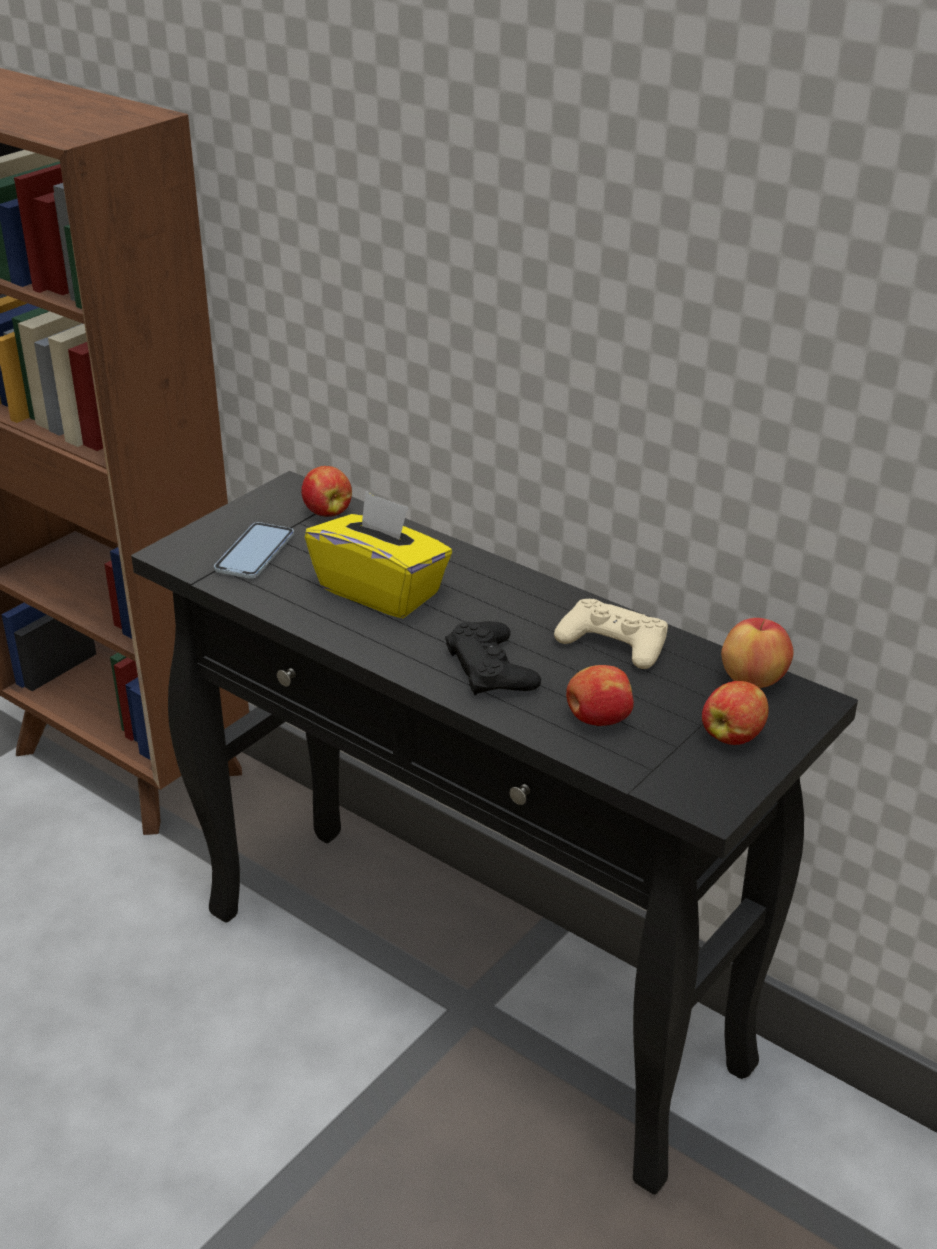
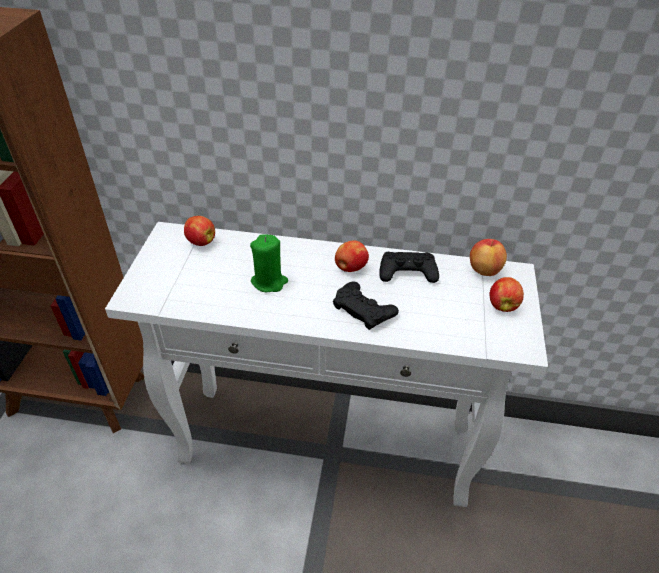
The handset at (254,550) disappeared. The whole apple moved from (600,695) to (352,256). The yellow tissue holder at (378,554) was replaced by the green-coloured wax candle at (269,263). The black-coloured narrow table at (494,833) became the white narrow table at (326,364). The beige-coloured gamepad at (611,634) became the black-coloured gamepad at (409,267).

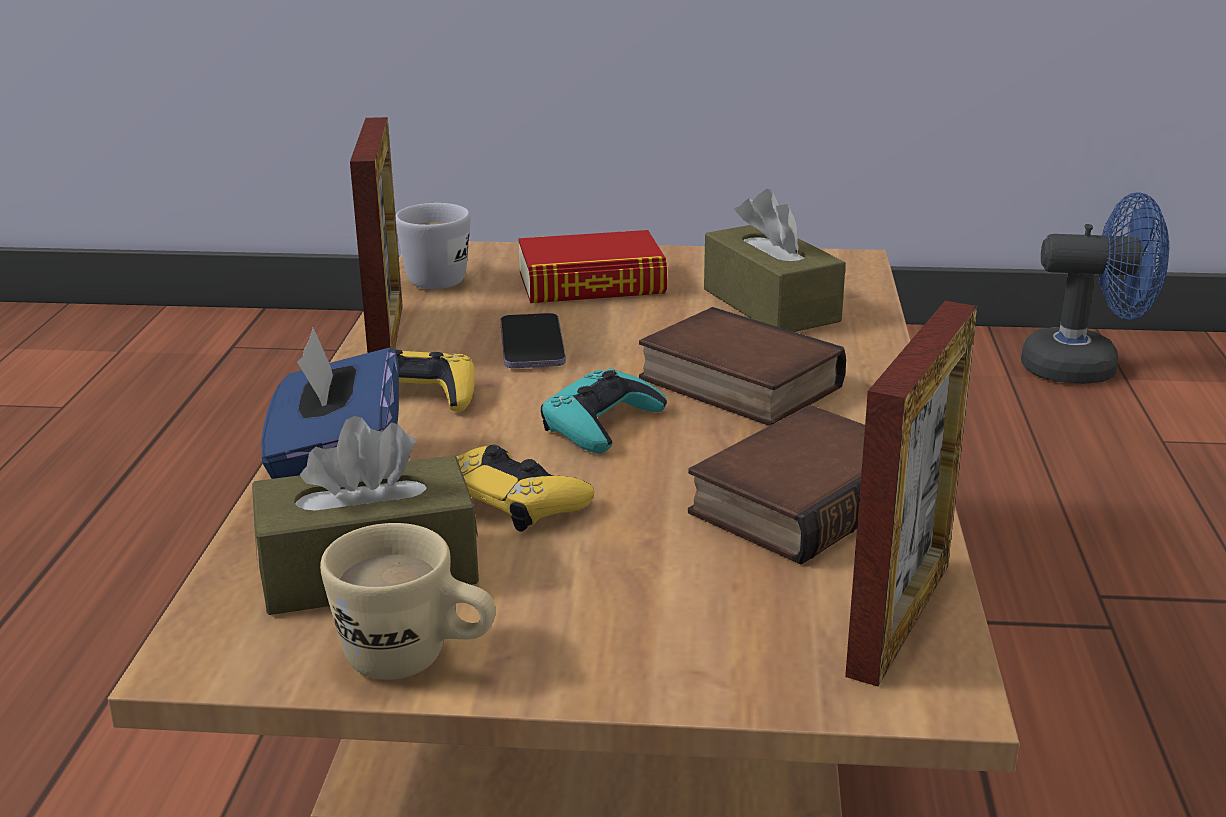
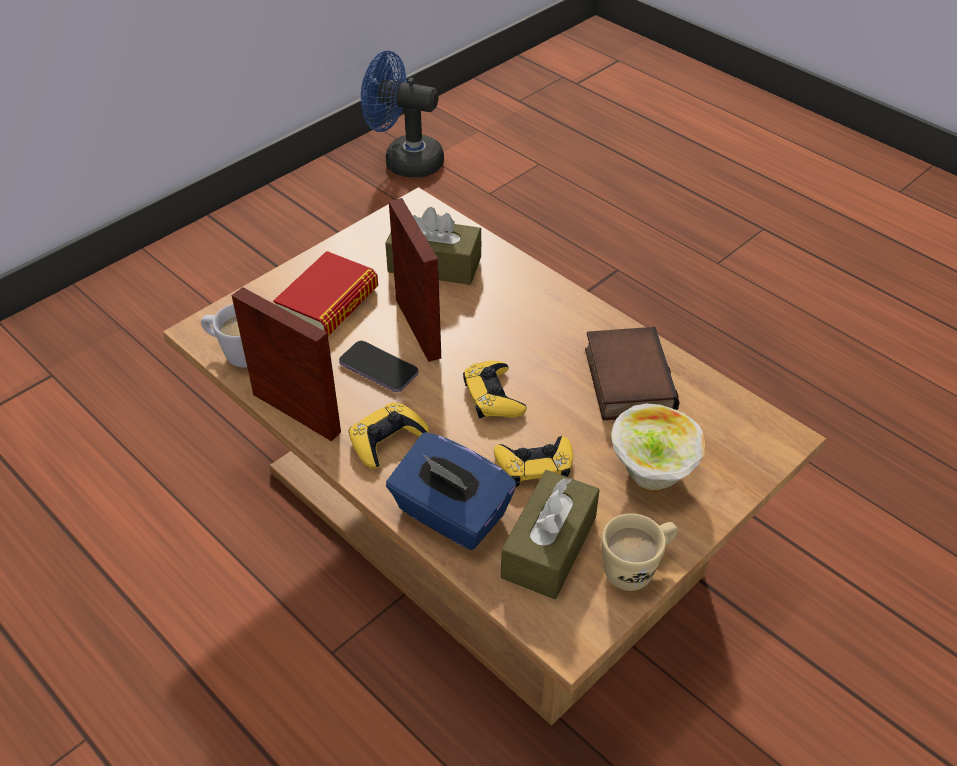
The bound book at (742,366) disappeared. The bowl at (658,448) appeared. The photo frame moved from (911,493) to (415,280). The turquoise gamepad at (604,411) became the yellow gamepad at (495,389). The bluish fan at (1095,288) turned 120 degrees counterclockwise.

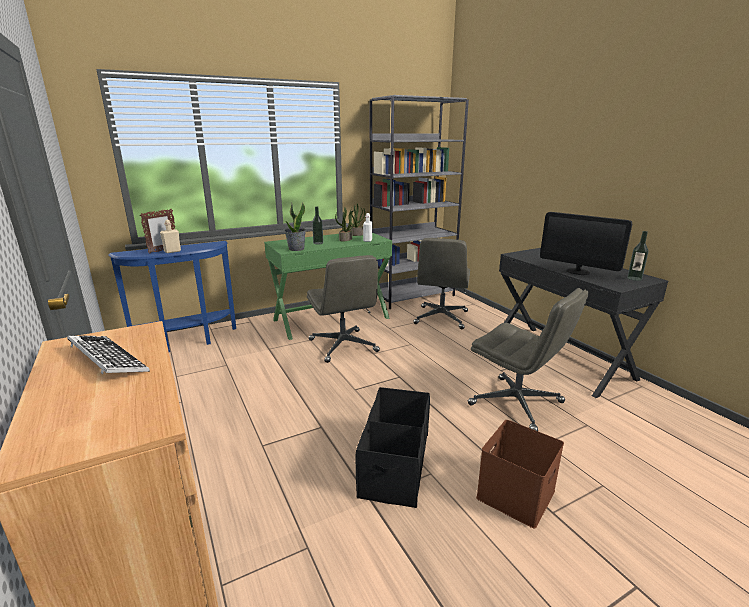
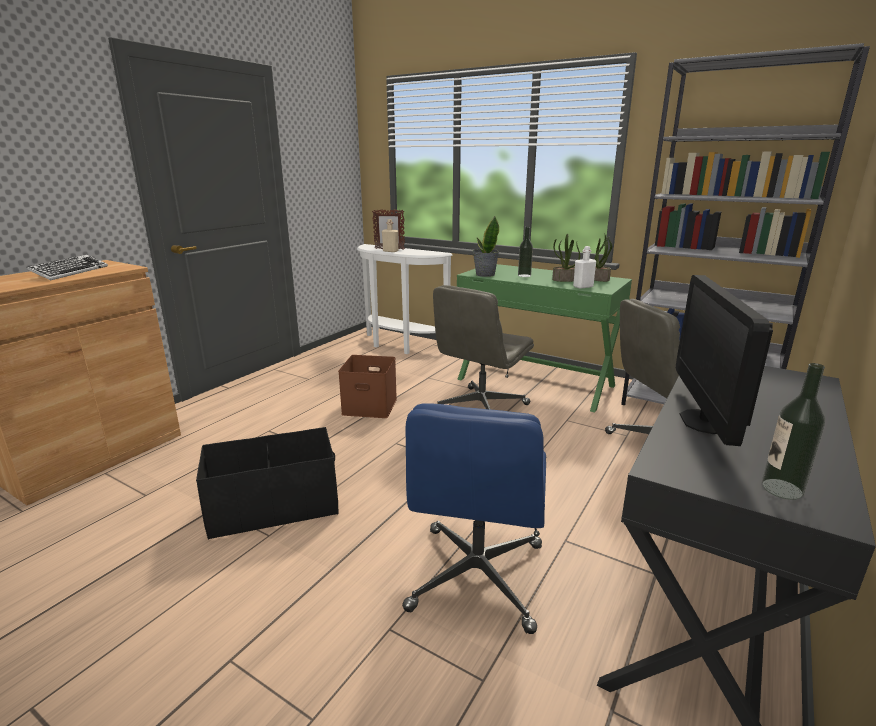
The brown-coloured storage bin moved from (520,474) to (367,386). The bluish narrow table at (172,296) became the white narrow table at (405,299). The greyish office chair at (528,359) became the bluish office chair at (474,518).

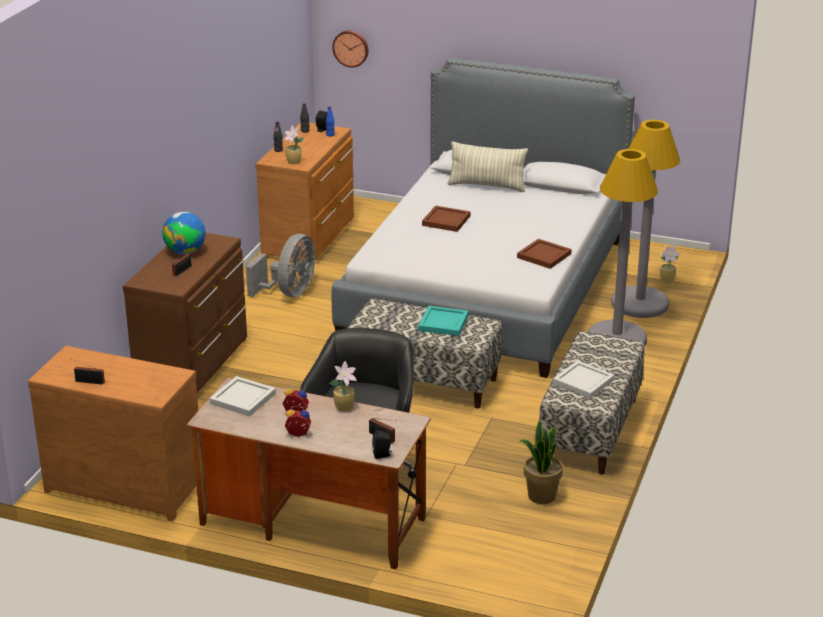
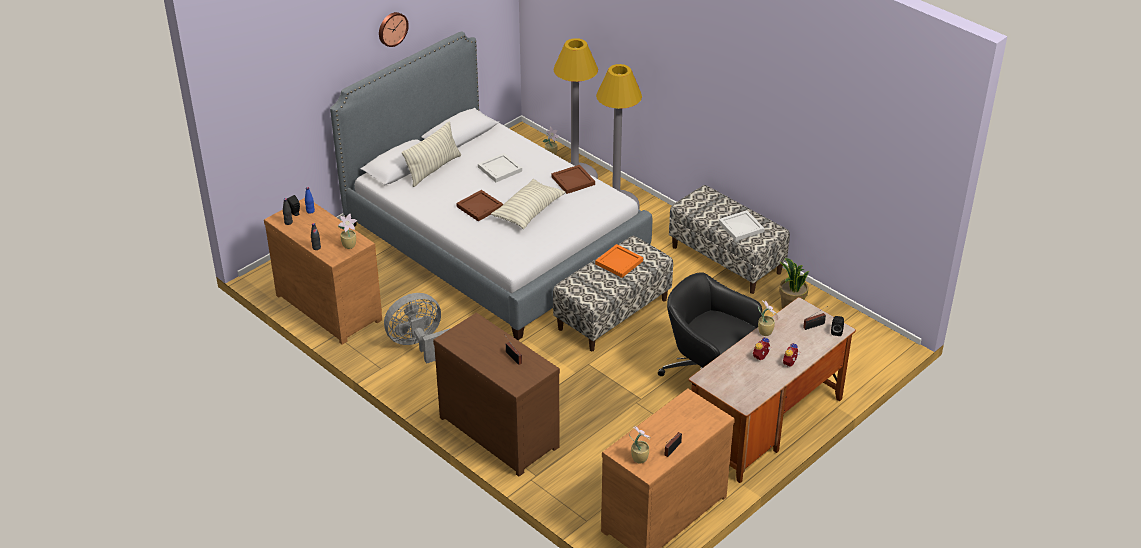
The globe at (184,233) disappeared. The pillow at (528,204) appeared. The plant in a pot at (640,444) appeared. The white tray moved from (242,396) to (500,167). The hanging clock moved from (350,49) to (394,29). The turquoise tray at (443,321) became the orange tray at (619,261). The greyish fan at (280,265) turned 75 degrees counterclockwise.

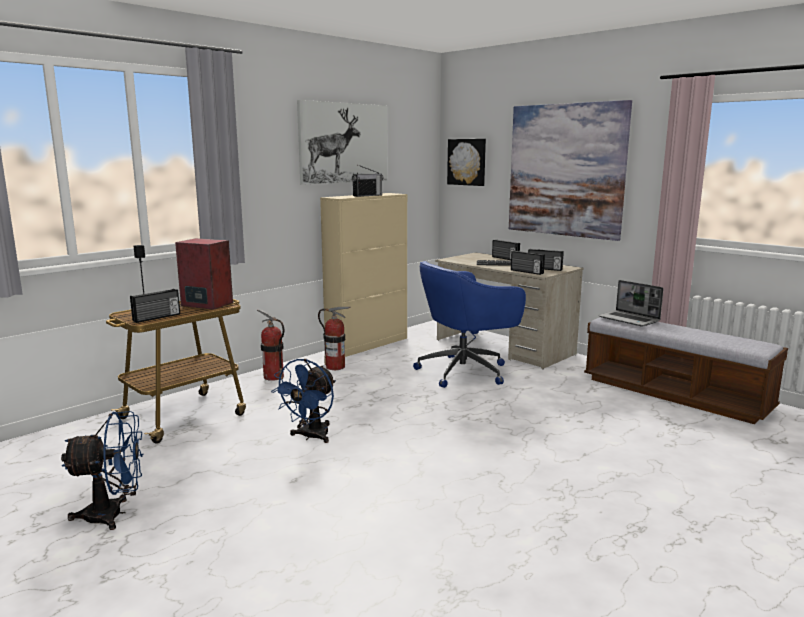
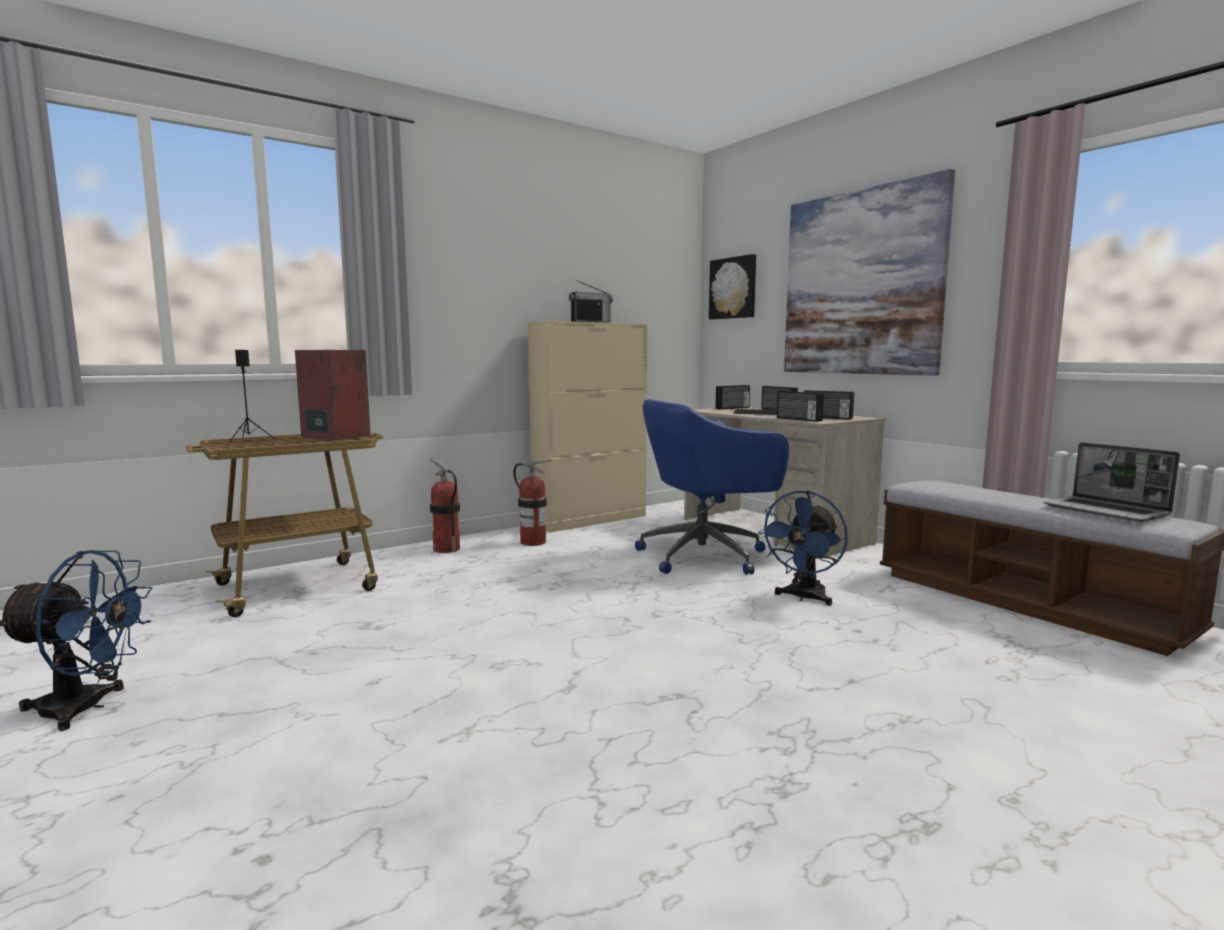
The wall picture at (342,142) disappeared. The radio moved from (155,306) to (733,397). The bluish fan moved from (303,401) to (803,548). The portable computer moved from (631,303) to (1112,482).

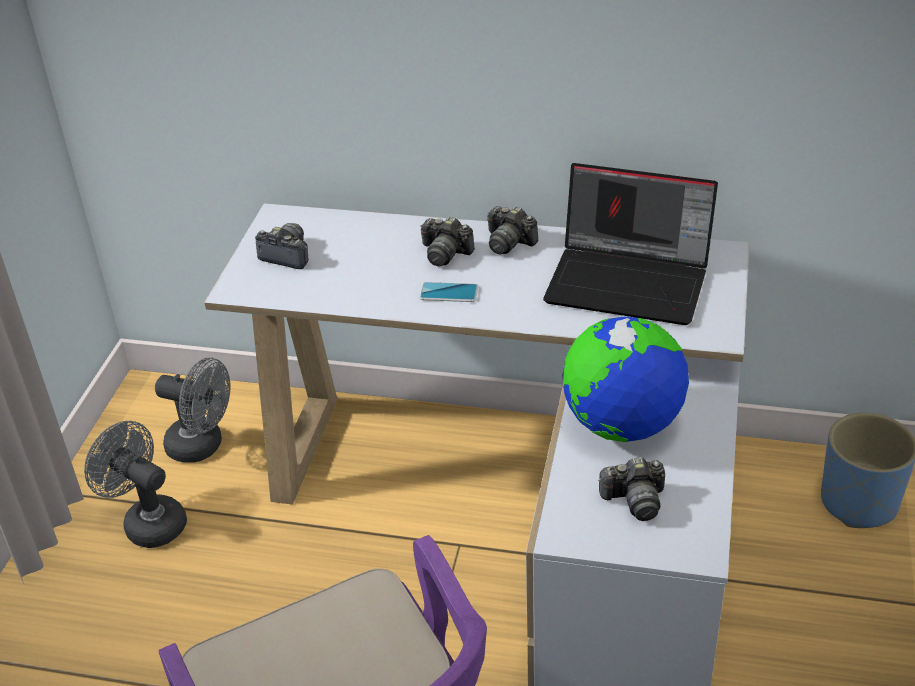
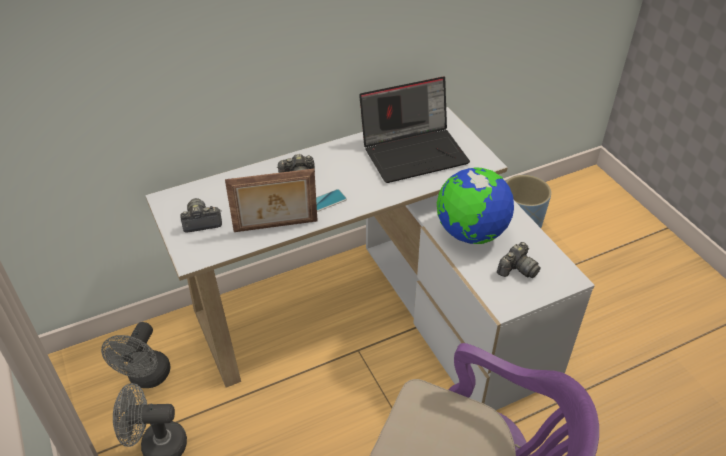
The photo camera at (512,230) disappeared. The photo frame at (271,200) appeared. The greyish fan at (193,410) turned 120 degrees clockwise.

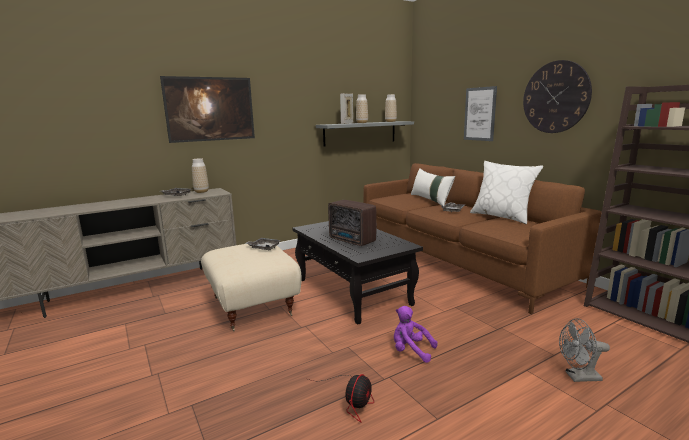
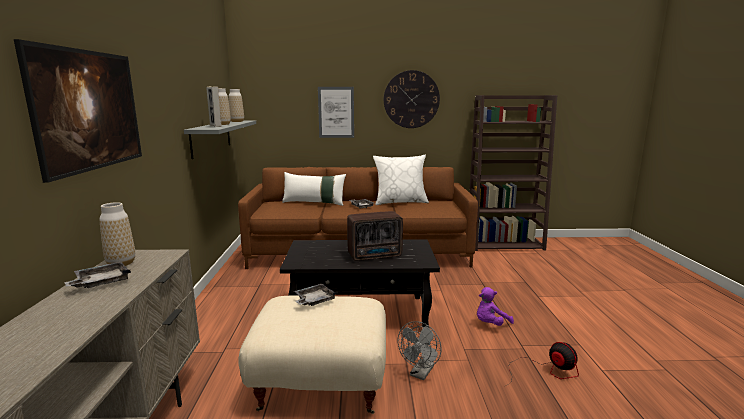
The greyish fan moved from (584,350) to (419,350).

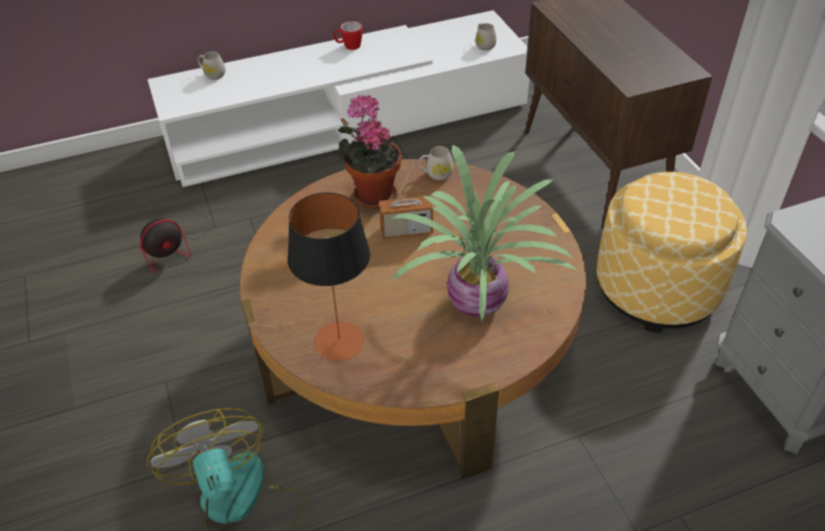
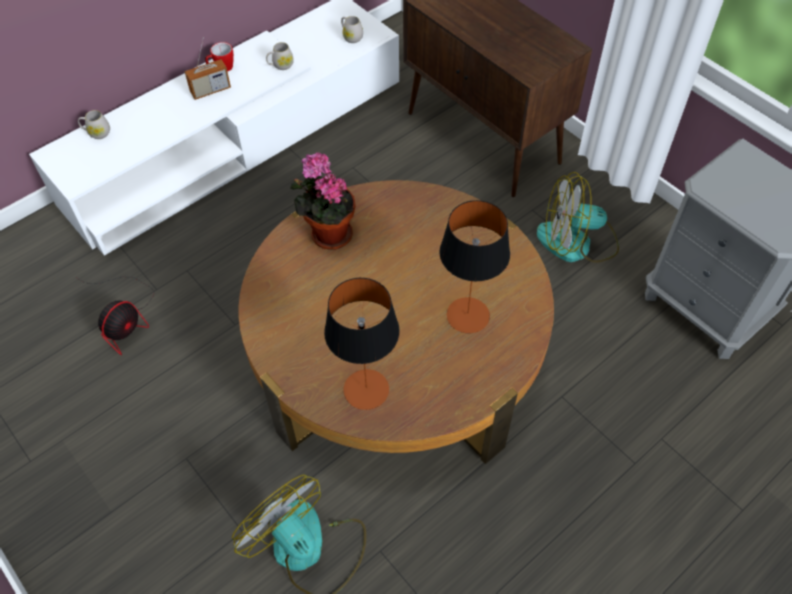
The radio moved from (406,201) to (208,68). The white mug moved from (436,163) to (280,56). The plant in a pot at (484,233) was replaced by the table lamp at (474,267). The ottoman at (672,252) was replaced by the fan at (578,217).

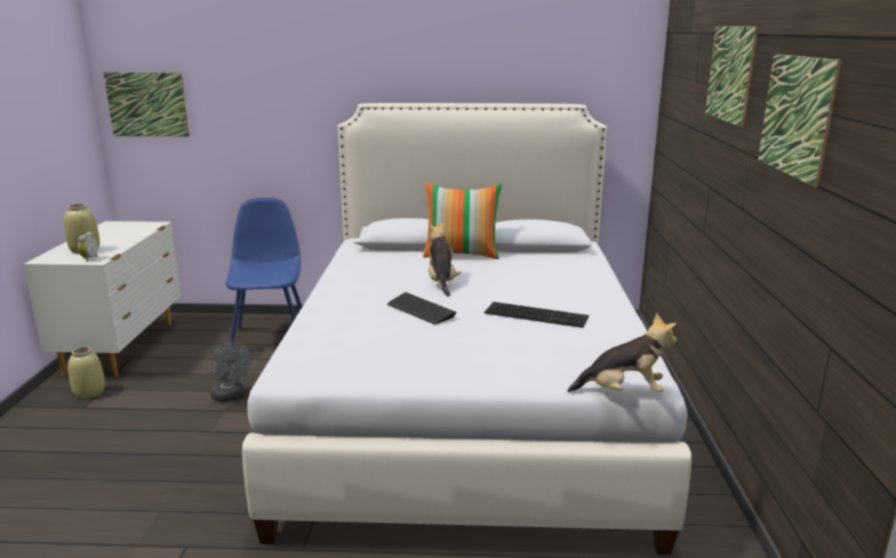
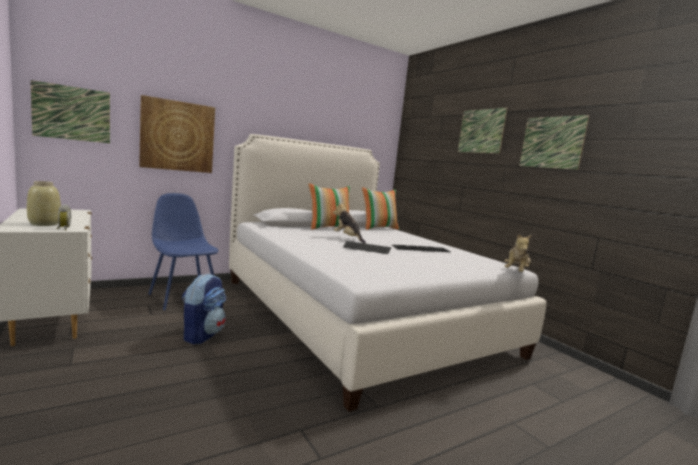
The beige-coloured decorative vase at (86,372) disappeared. The wall picture at (177,134) appeared. The pillow at (380,208) appeared. The greyish fan at (231,372) was replaced by the knapsack at (204,309). The soft toy at (622,352) turned 150 degrees clockwise.

